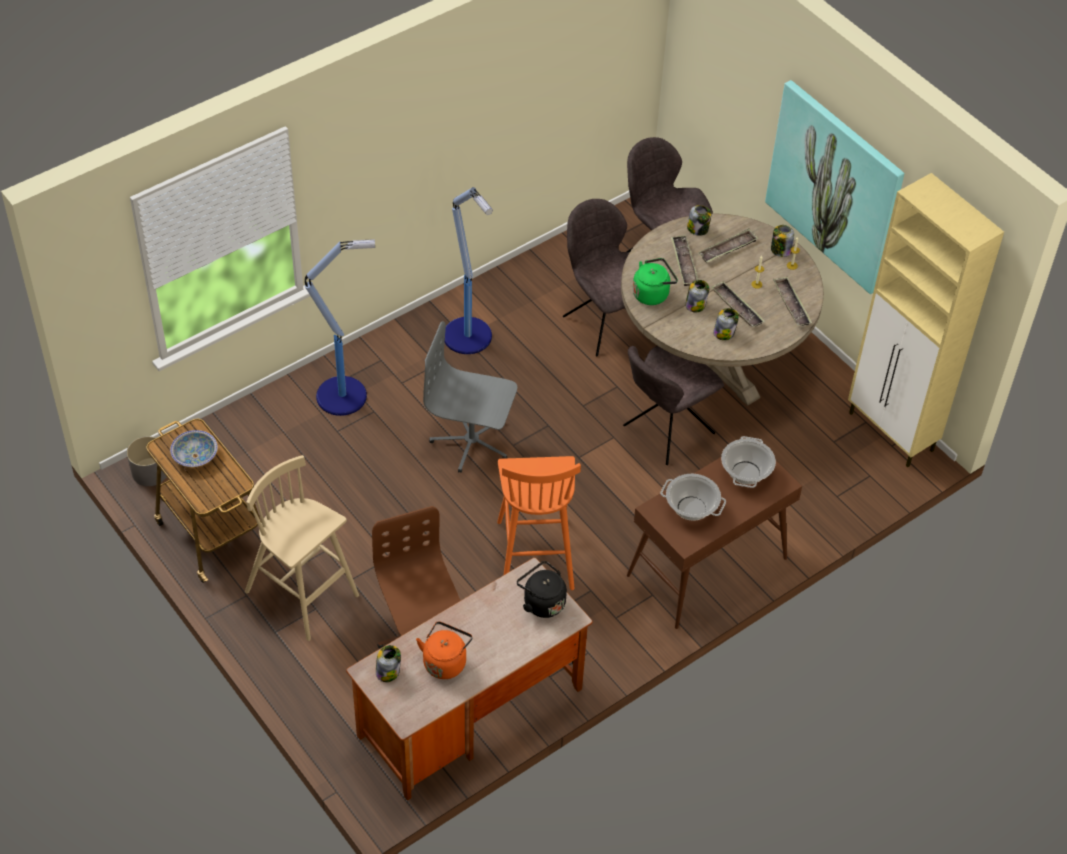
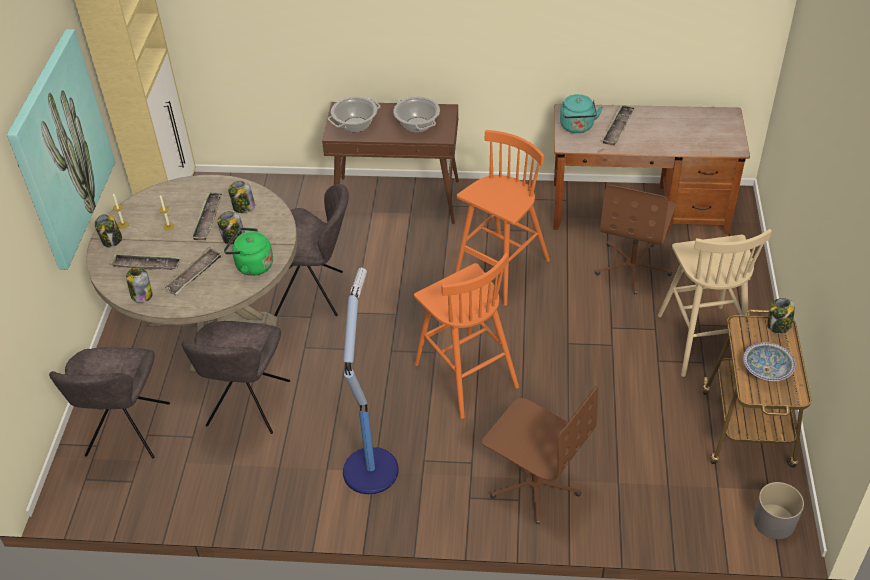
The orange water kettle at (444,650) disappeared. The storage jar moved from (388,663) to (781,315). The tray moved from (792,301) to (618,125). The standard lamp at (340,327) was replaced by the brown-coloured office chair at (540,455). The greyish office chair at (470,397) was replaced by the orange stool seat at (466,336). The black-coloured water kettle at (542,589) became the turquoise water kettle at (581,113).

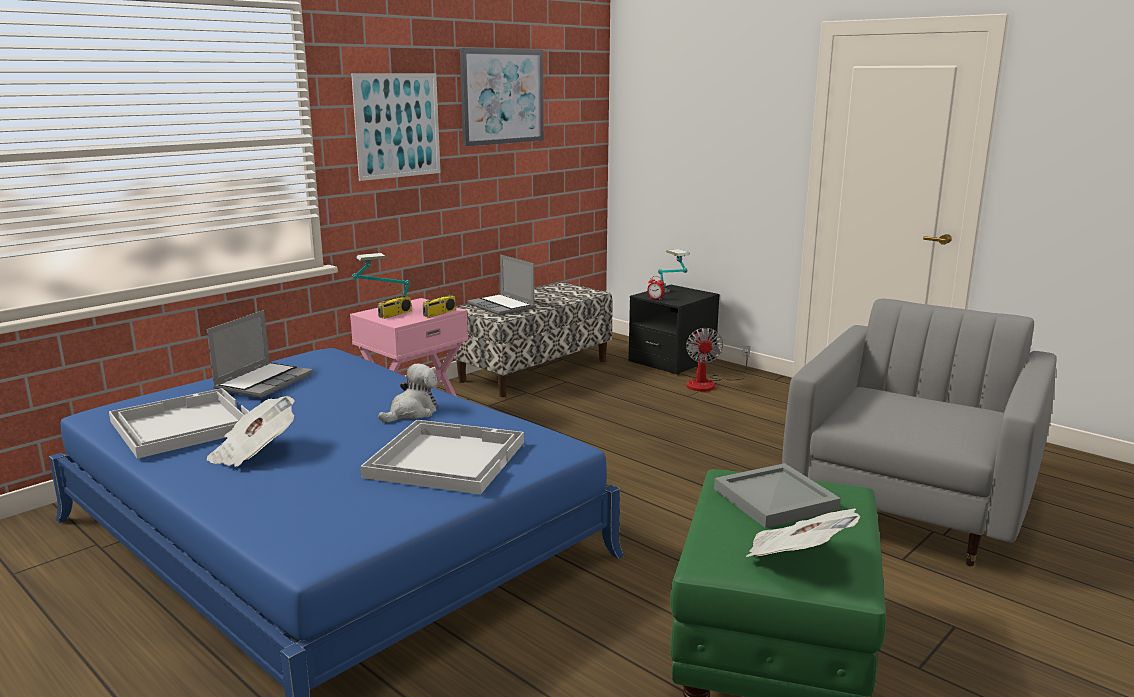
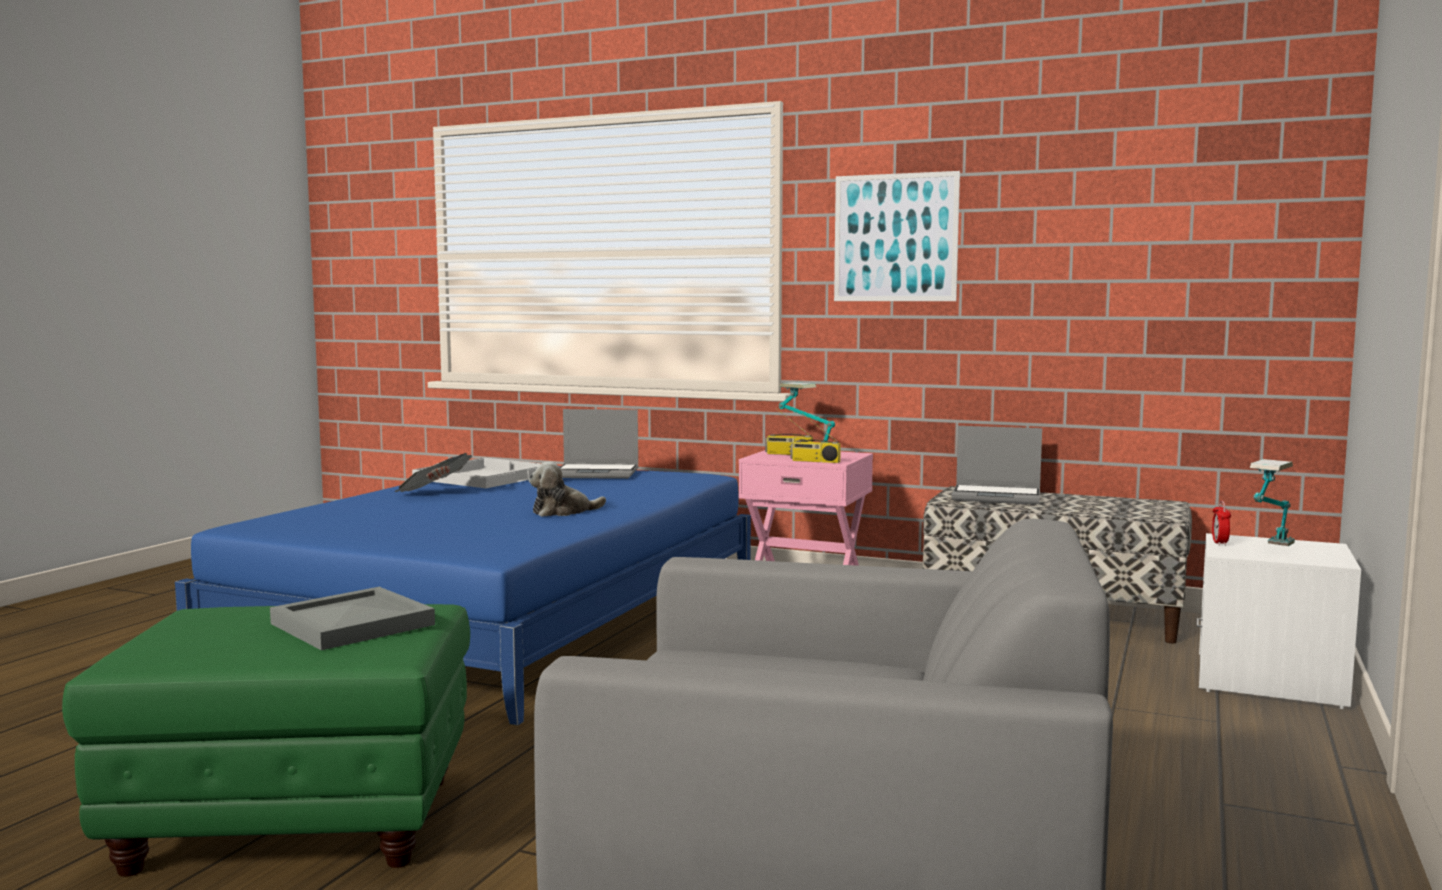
The white tray at (442,457) disappeared. The wall picture at (502,97) disappeared. The fan at (718,360) disappeared. The daily paper at (803,533) disappeared. The black-coloured bedside table at (674,330) became the white bedside table at (1279,621). The soft toy at (407,393) turned 135 degrees clockwise. The portable computer at (501,284) turned 105 degrees counterclockwise.

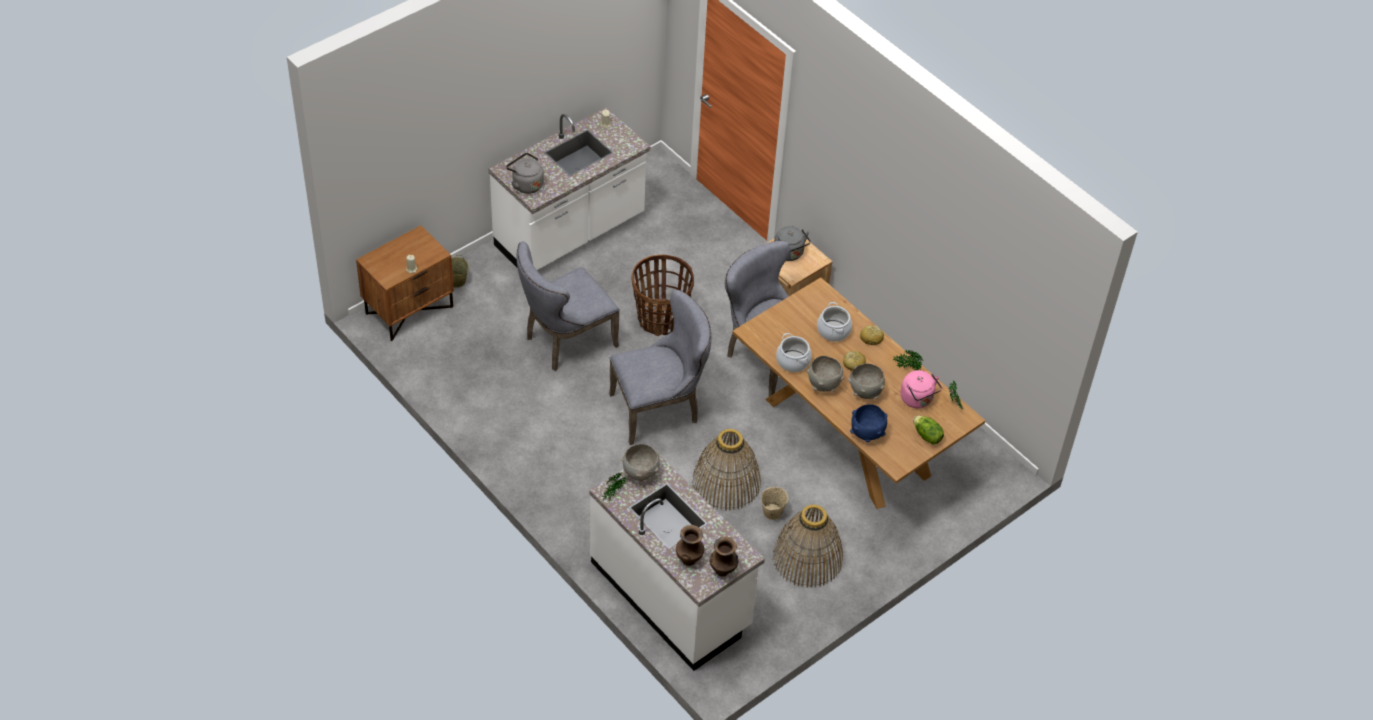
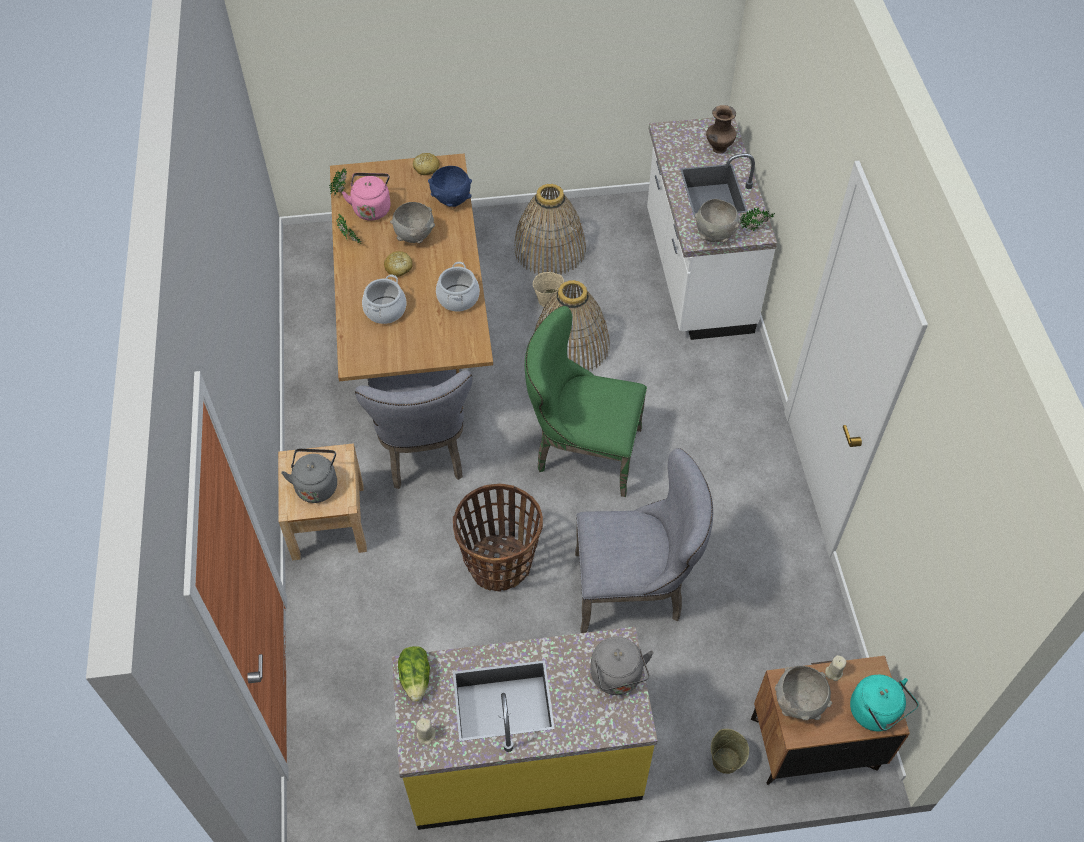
The brown-coloured decorative vase at (724,556) disappeared. The turquoise water kettle at (884,703) appeared. The greyish bowl moved from (825,374) to (803,693). The baked bread moved from (872,335) to (426,164). The head of lettuce moved from (928,430) to (414,674). The white kitchen base unit at (569,189) became the yellow kitchen base unit at (524,728). The greyish upright chair at (660,367) became the green-coloured upright chair at (586,401).

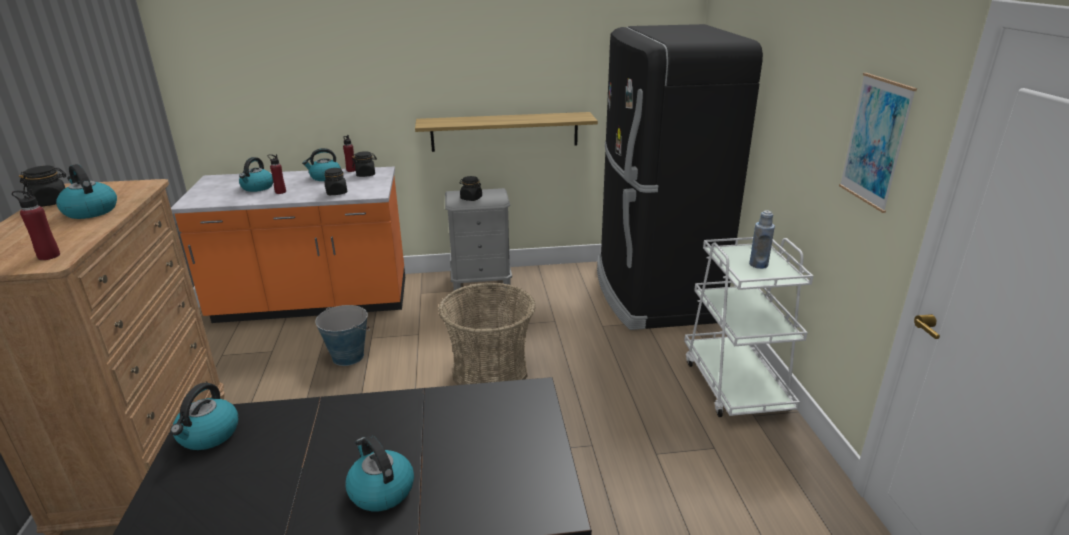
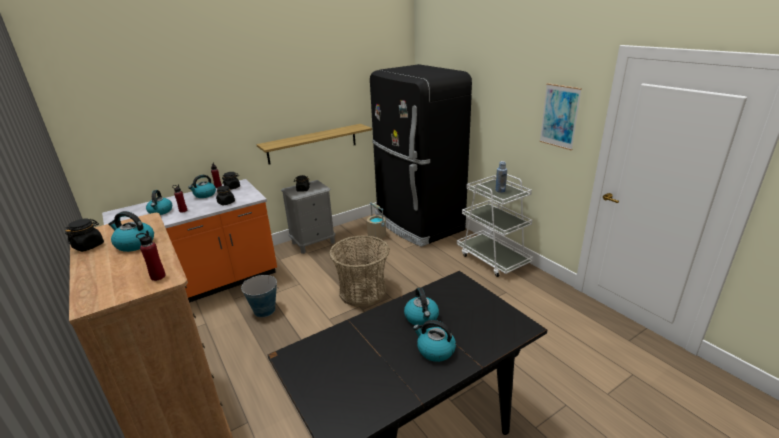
The beige-coloured water bucket at (376,220) appeared. The water kettle moved from (204,416) to (421,306).

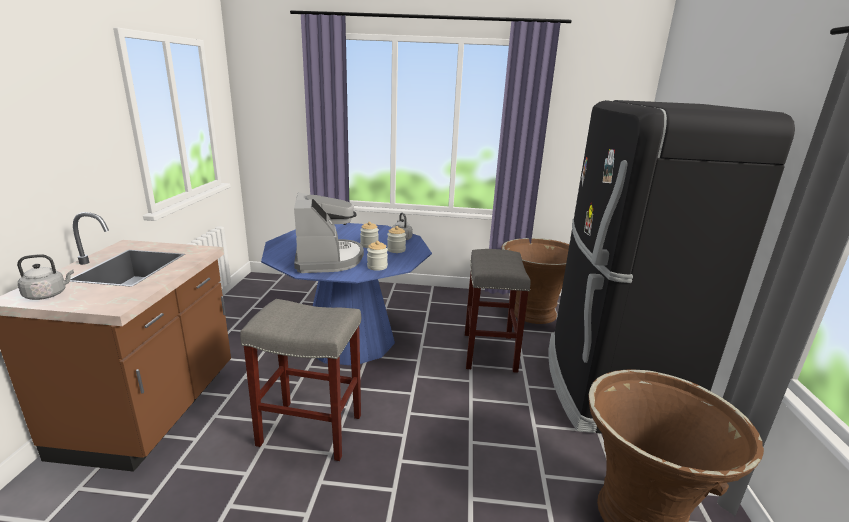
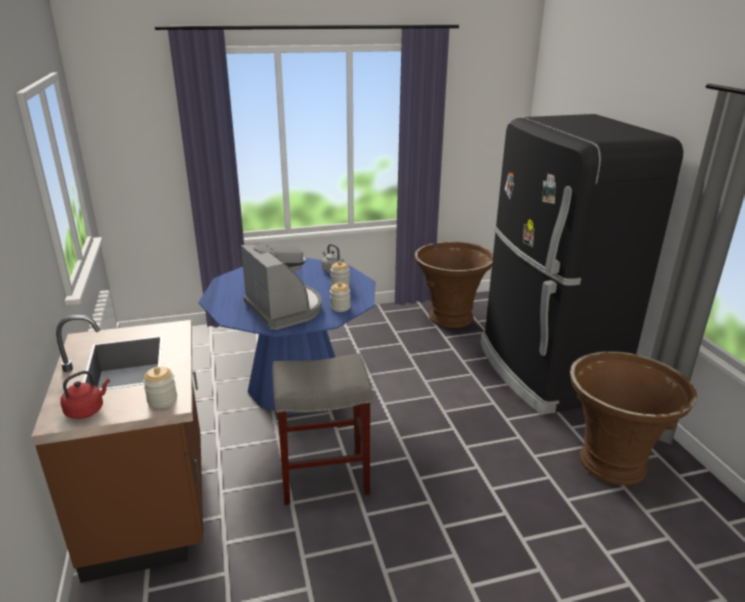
The greyish stool seat at (498,311) disappeared. The storage jar moved from (369,235) to (160,388). The greyish water kettle at (45,277) became the reddish water kettle at (85,395).

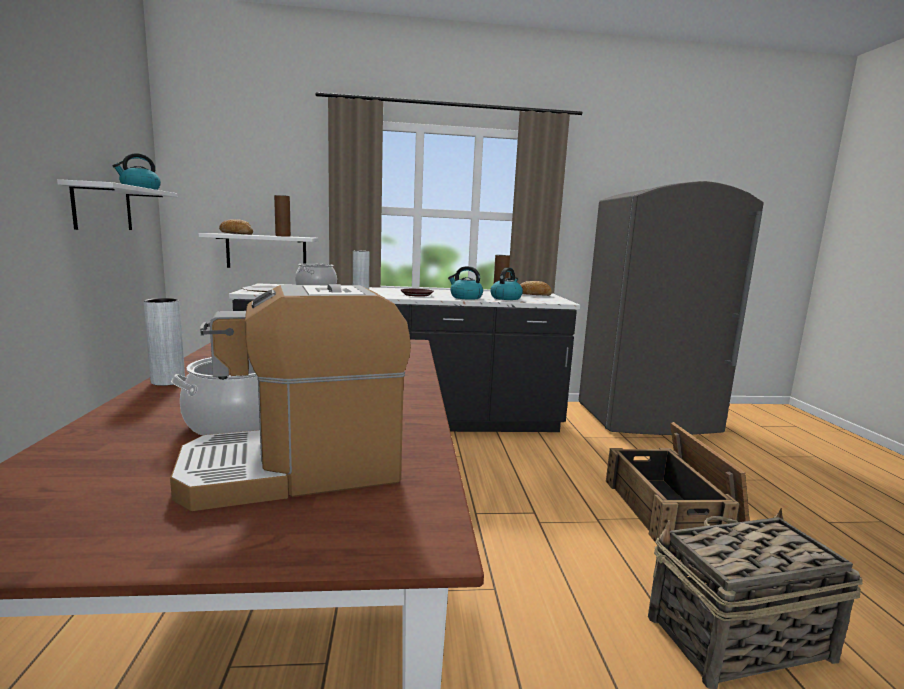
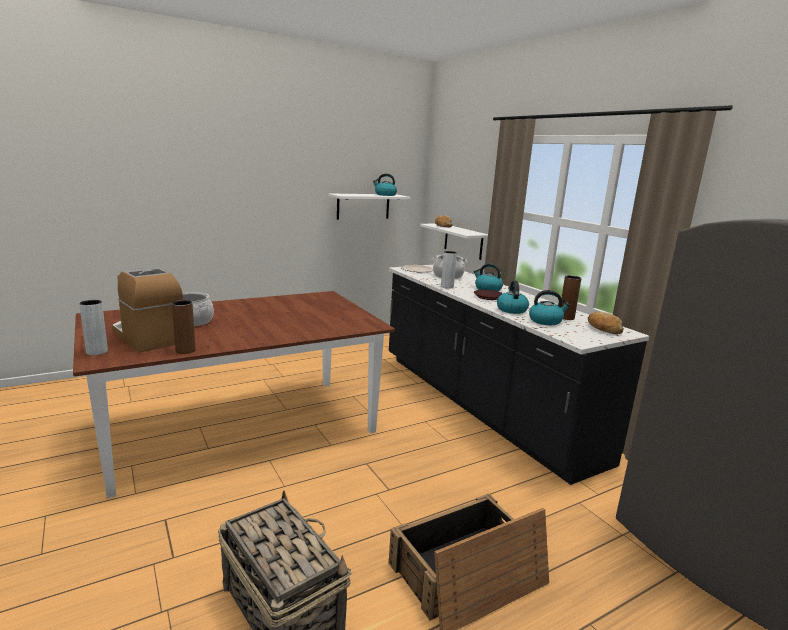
The water kettle at (488,277) appeared. The greyish decorative vase moved from (164,342) to (93,327). The brown-coloured decorative vase moved from (282,216) to (183,327).

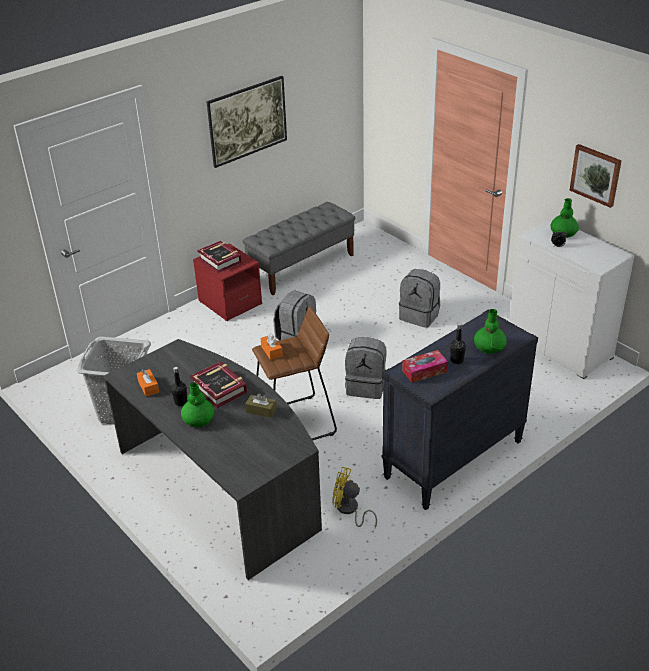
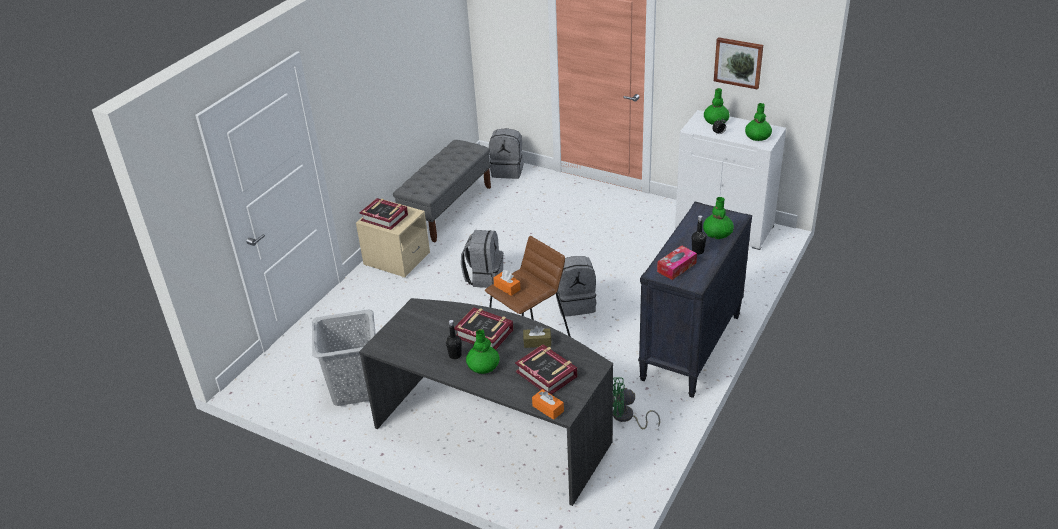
The wall picture at (246,122) disappeared. The bound book at (546,369) appeared. The green-coloured decorative vase at (758,122) appeared. The orange tissue holder moved from (148,383) to (548,404). The greyish knapsack moved from (419,298) to (506,153). The reddish bedside table at (227,282) became the beige-coloured bedside table at (393,238). The yellow fan at (354,497) became the green-coloured fan at (636,403).

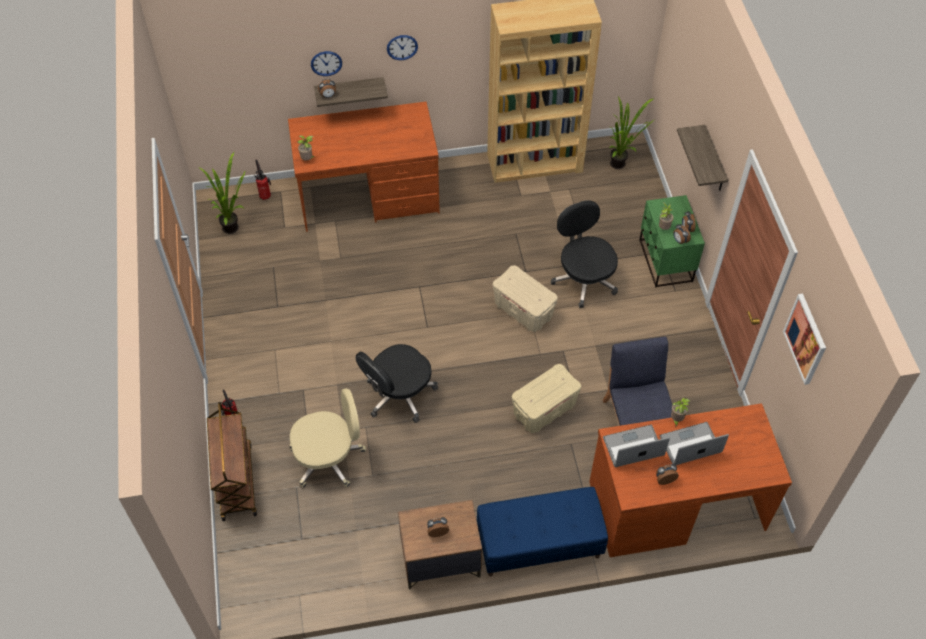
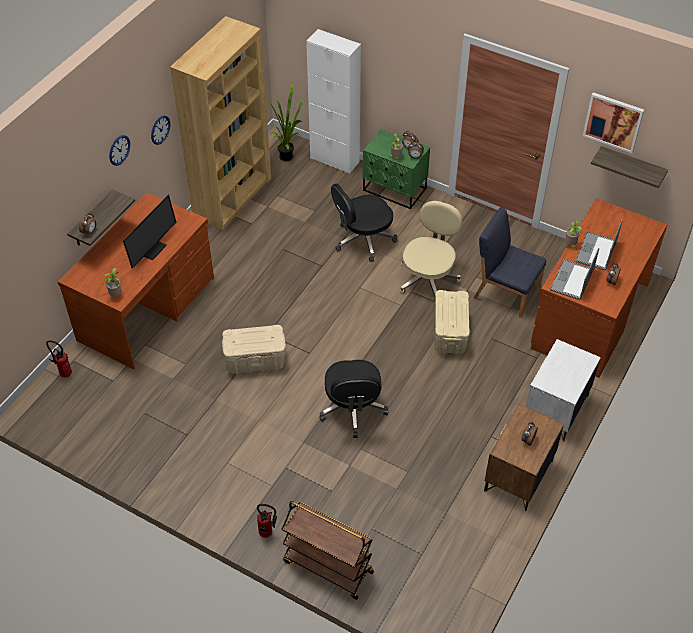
The plant in a pot at (223,193) disappeared. The computer screen at (149,232) appeared. The white storage cabinet at (333,101) appeared. The beige-coloured office chair moved from (328,438) to (431,248). The hanging clock moved from (326,63) to (160,130). The beige-coloured storage bin moved from (525,298) to (254,349). The shelf moved from (702,158) to (629,167). The bluish indoor bench at (542,531) was replaced by the white bedside table at (563,390). The black-coloured office chair at (584,254) turned 45 degrees counterclockwise.

